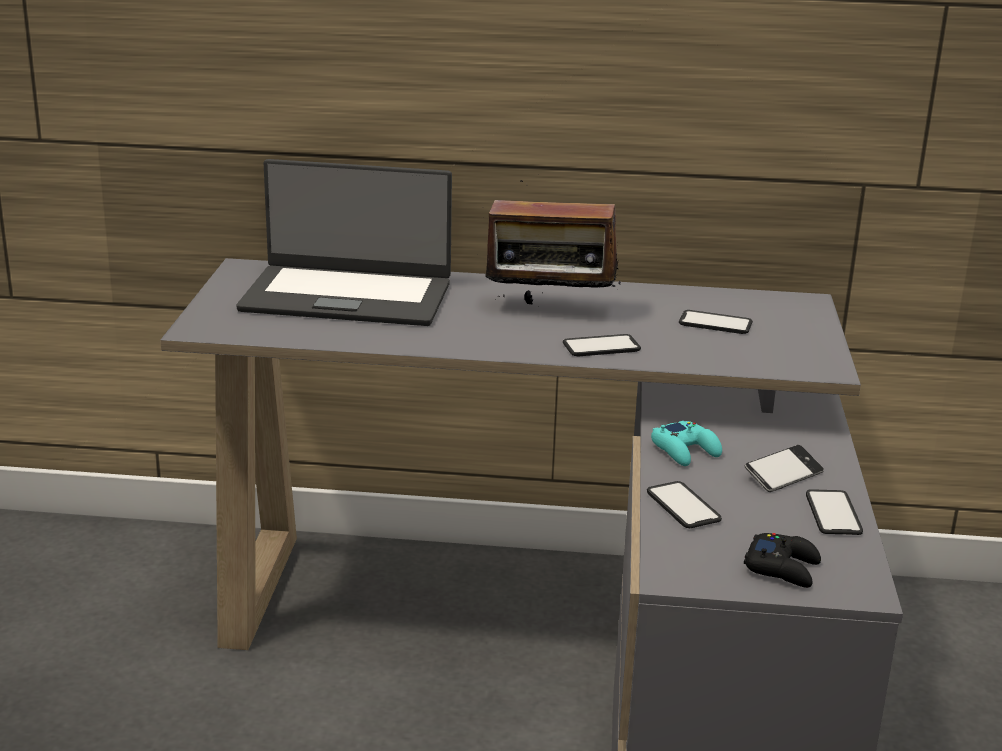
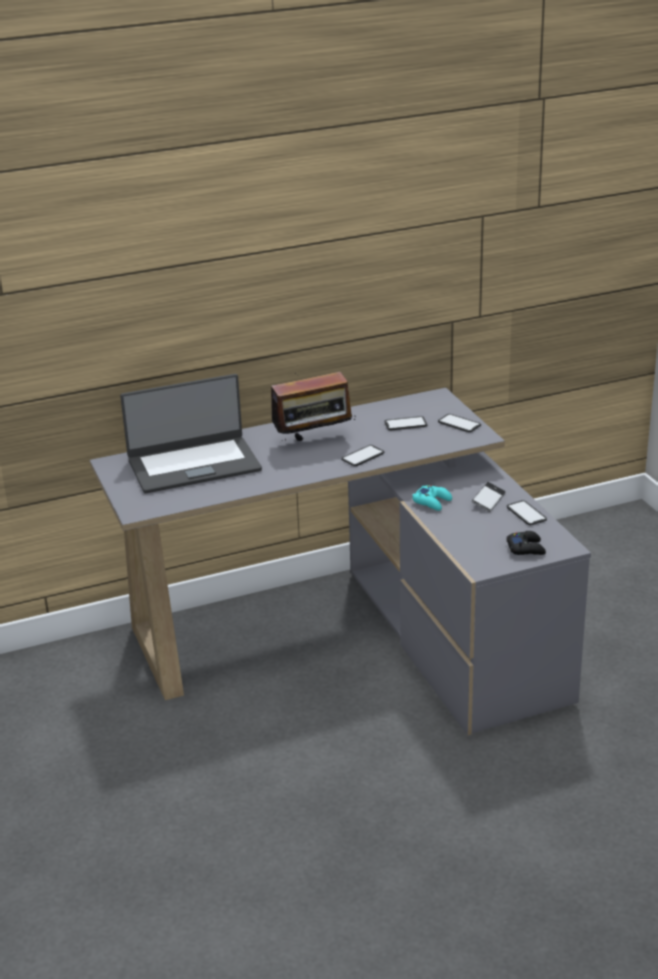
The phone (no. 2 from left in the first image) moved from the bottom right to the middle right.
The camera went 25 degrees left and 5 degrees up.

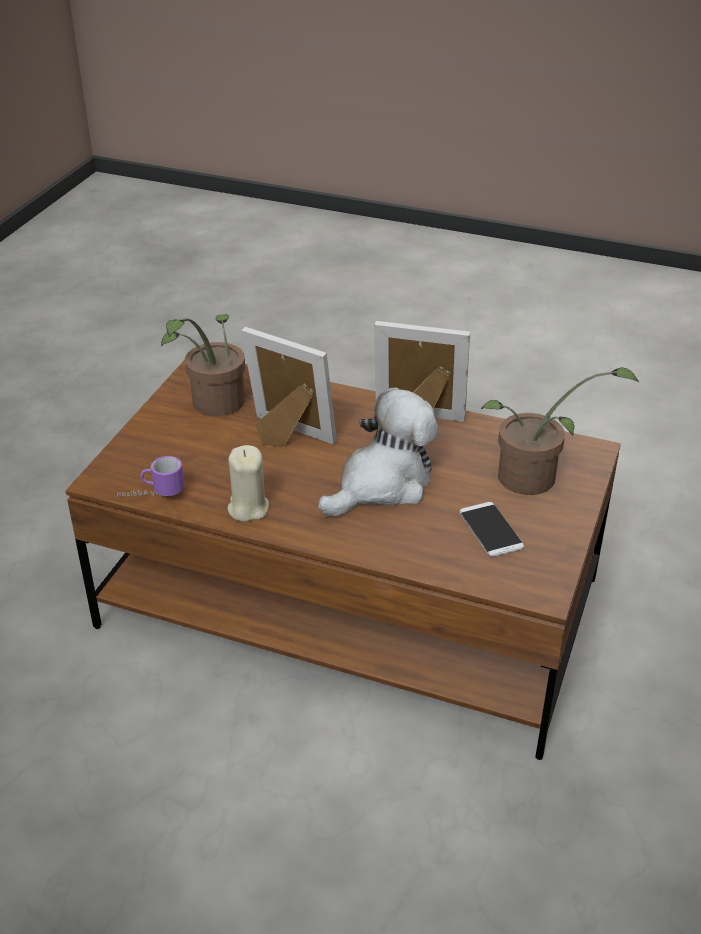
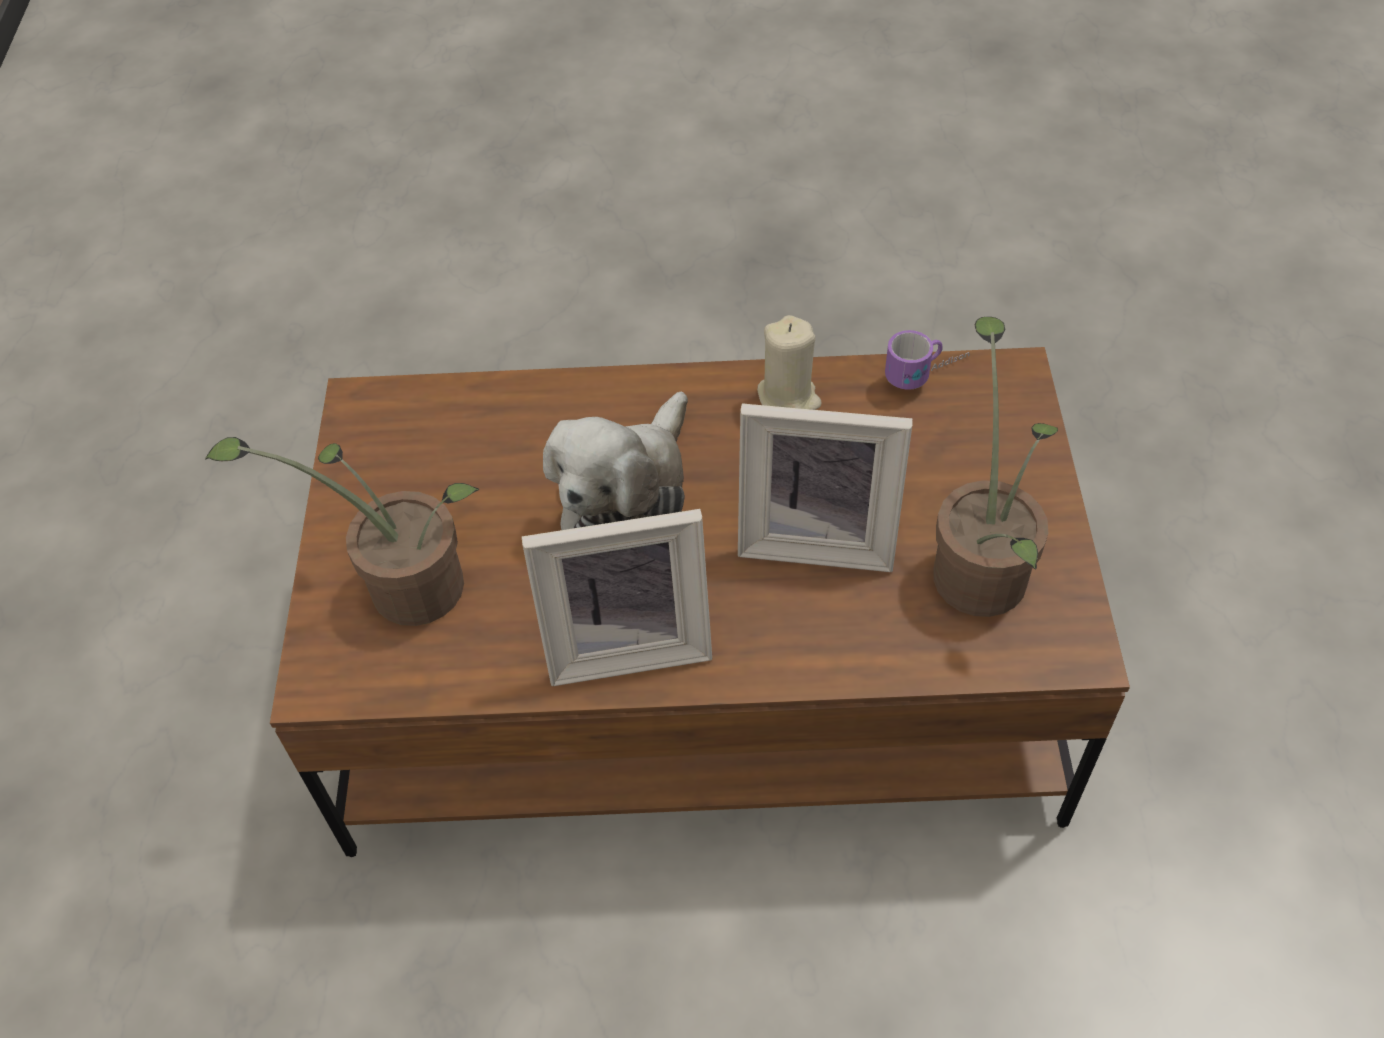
The phone at the middle right disappeared.
The camera went 160 degrees right and 15 degrees up.

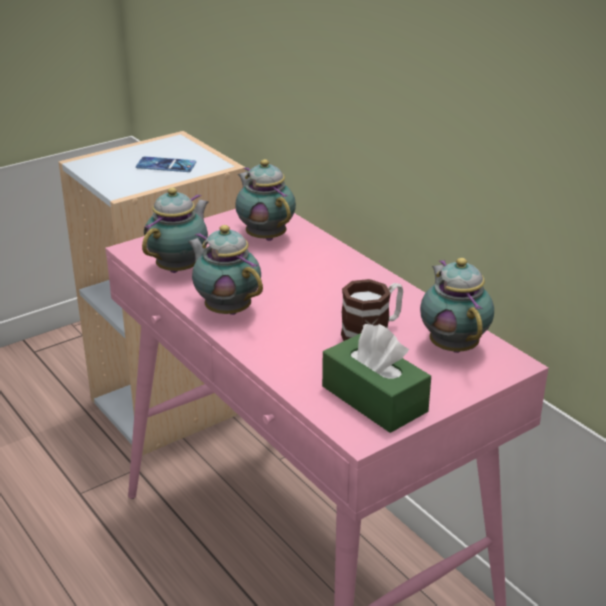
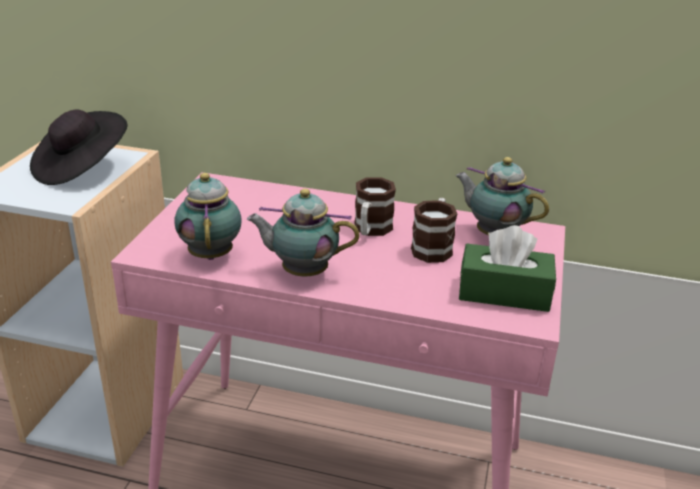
The phone at the top left was replaced by the black hat at the top left.
The mug (no. 1 from left) at the centre appeared.
The teapot (no. 3 from left) at the top centre disappeared.
The camera went 40 degrees left and 0 degrees up.

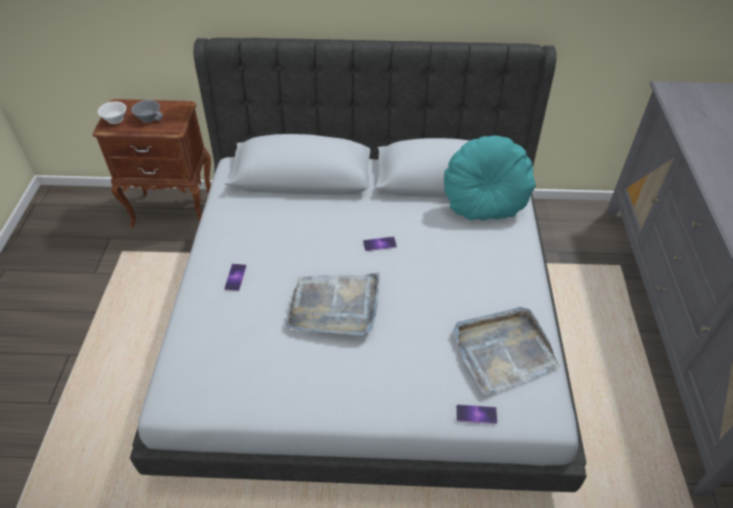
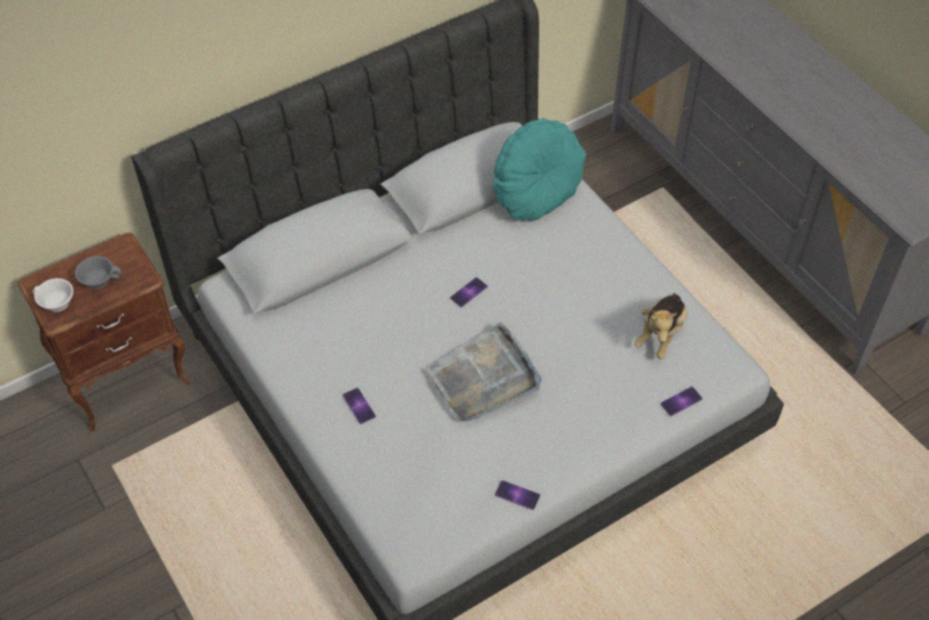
The phone (no. 3 from left) at the bottom centre appeared.
The grey tray (no. 2 from left) at the bottom right was replaced by the plush toy at the middle right.
The camera went 35 degrees left and 5 degrees up.

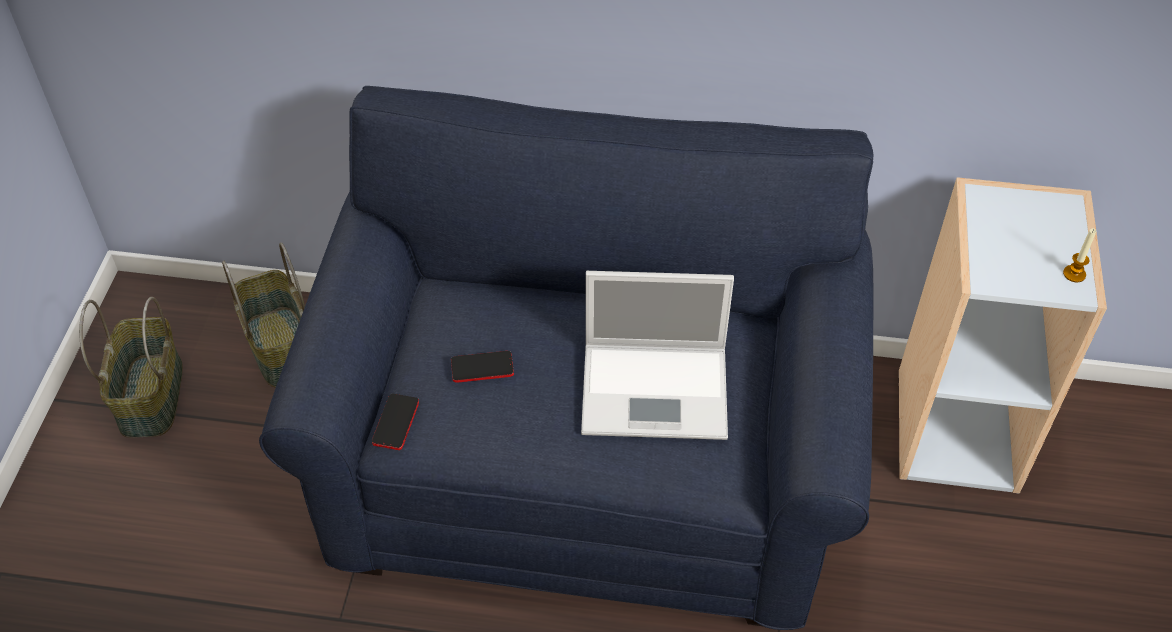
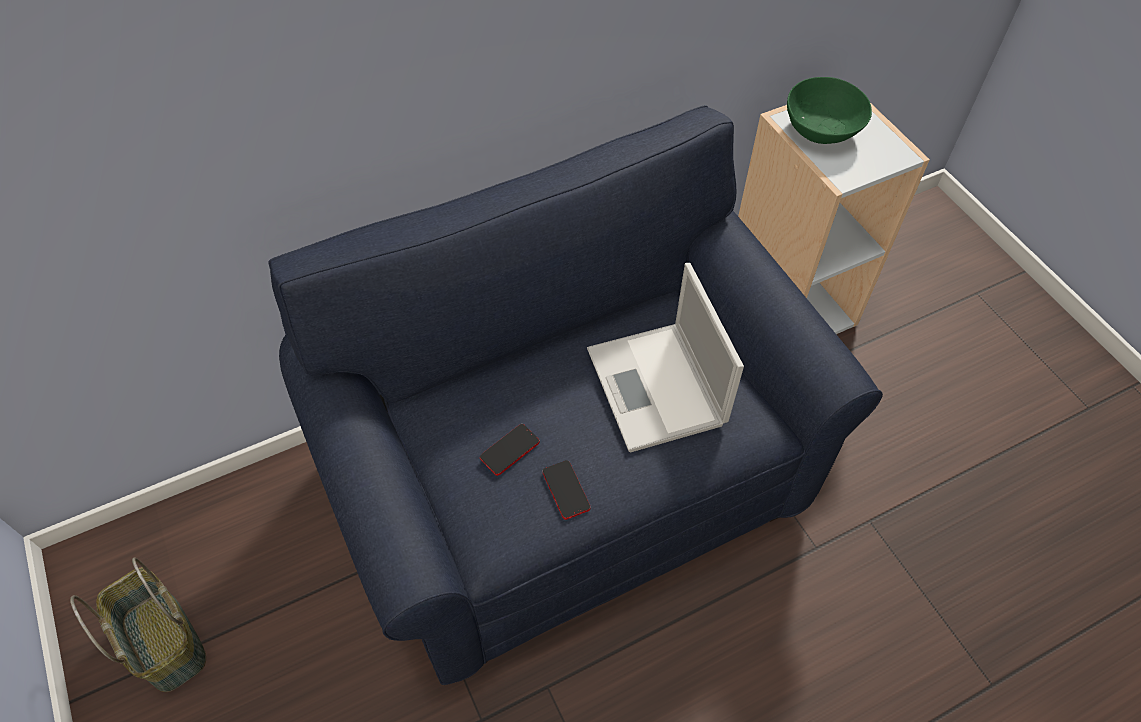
The phone (no. 1 from left in the first image) moved from the centre to the bottom centre.
The laptop at the centre turned 105 degrees clockwise.
The green bowl at the top right appeared.
The basket (no. 2 from left) at the middle left disappeared.
The candle at the middle right disappeared.
The camera went 35 degrees left and 5 degrees up.

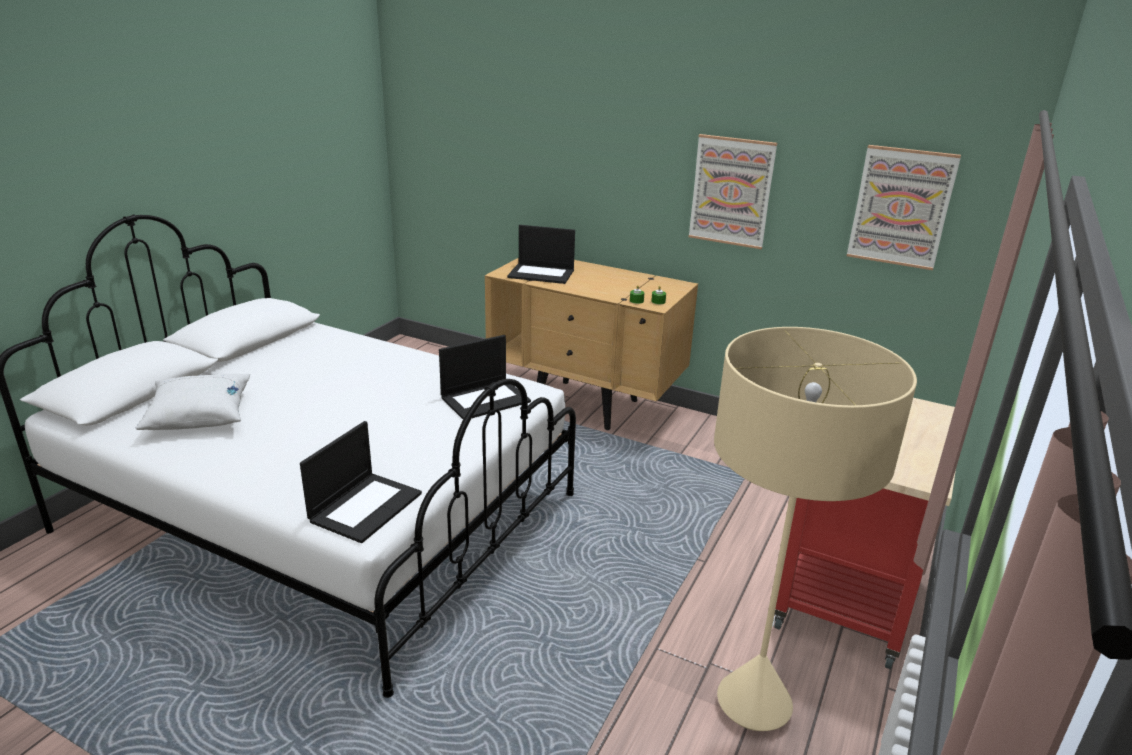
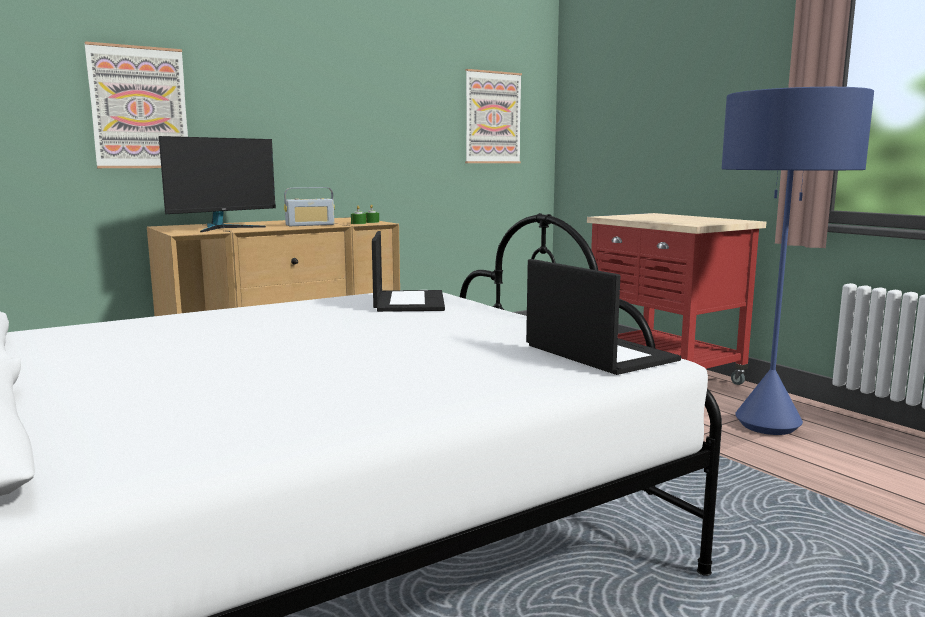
The picture (no. 1 from left) moved from the top centre to the top left.
The laptop (no. 3 from left) at the centre was replaced by the monitor at the top left.
The radio at the centre appeared.
The beige floor lamp at the bottom right became the blue floor lamp at the middle right.
The grey pillow at the middle left disappeared.
The camera went 60 degrees left and 15 degrees down.

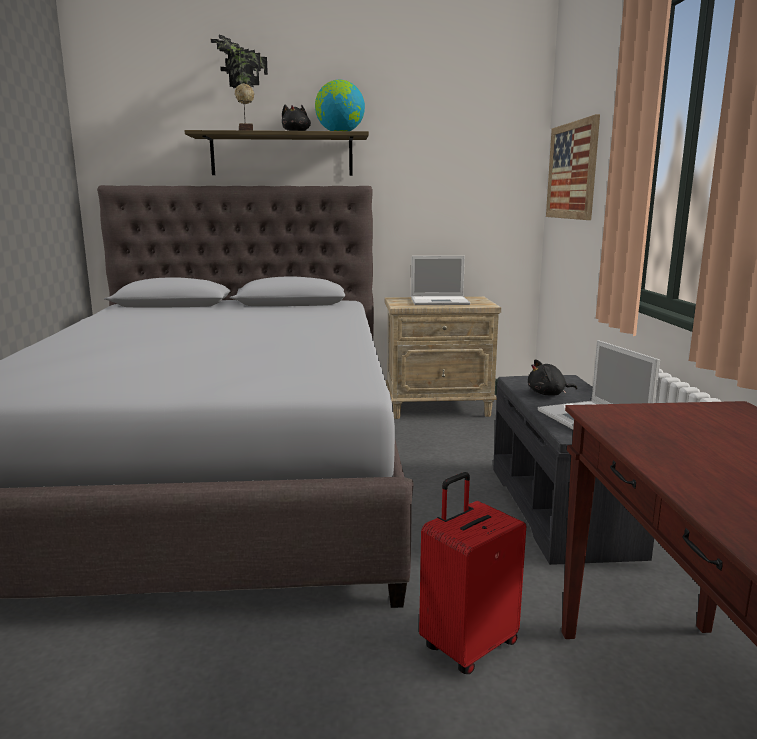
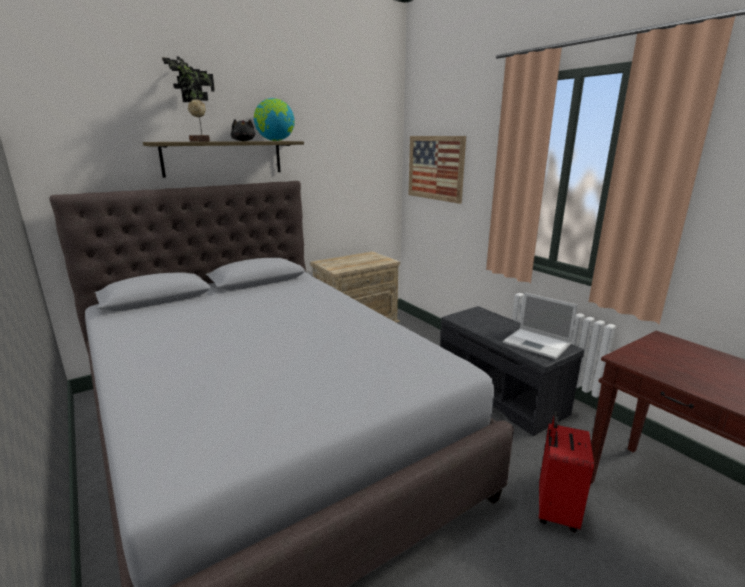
The laptop (no. 1 from left) at the centre disappeared.
The black plush toy (no. 2 from left) at the middle right disappeared.
The camera went 30 degrees left and 5 degrees up.

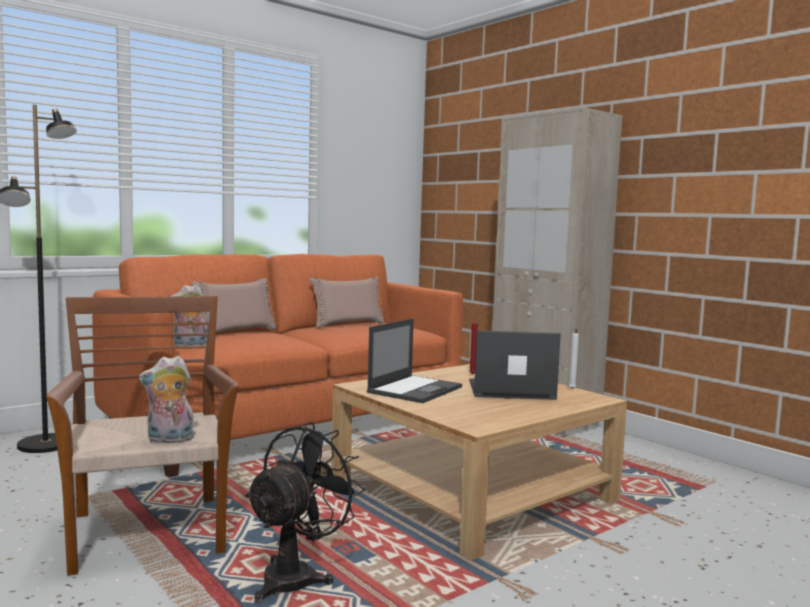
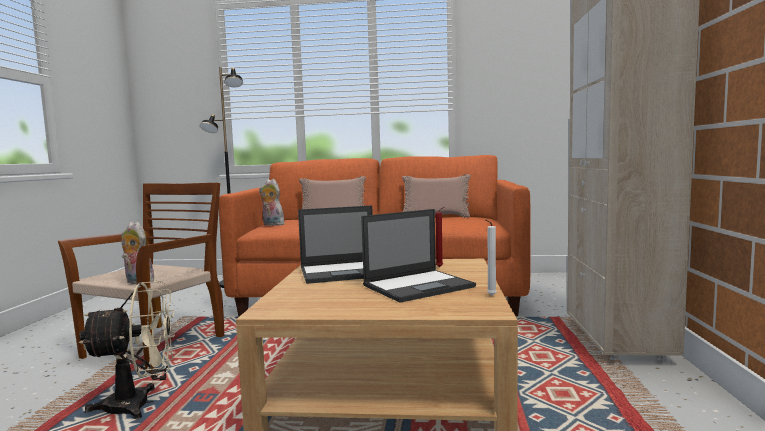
The black fan at the bottom centre became the beige fan at the bottom left.
The laptop (no. 2 from left) at the centre turned 105 degrees clockwise.
The camera went 45 degrees right and 0 degrees up.

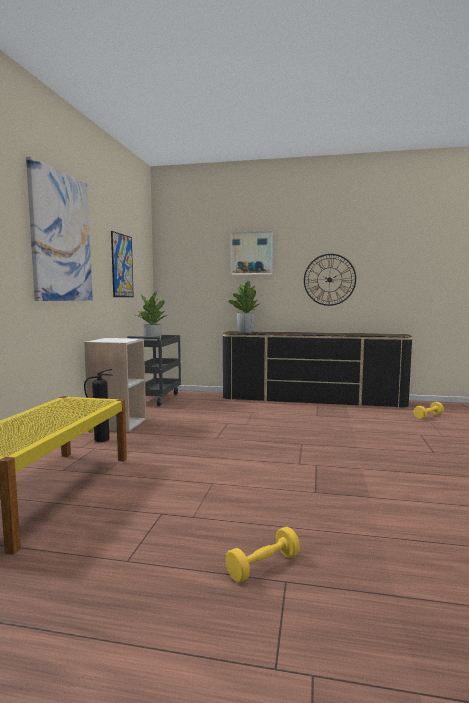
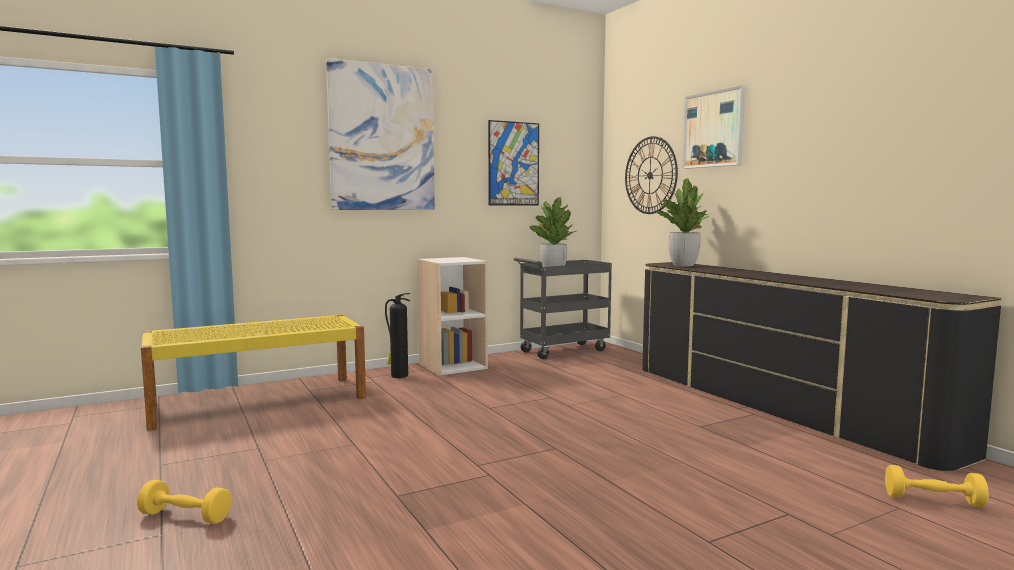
The wall clock moved from the middle right to the top centre.
The camera went 50 degrees right and 0 degrees up.

